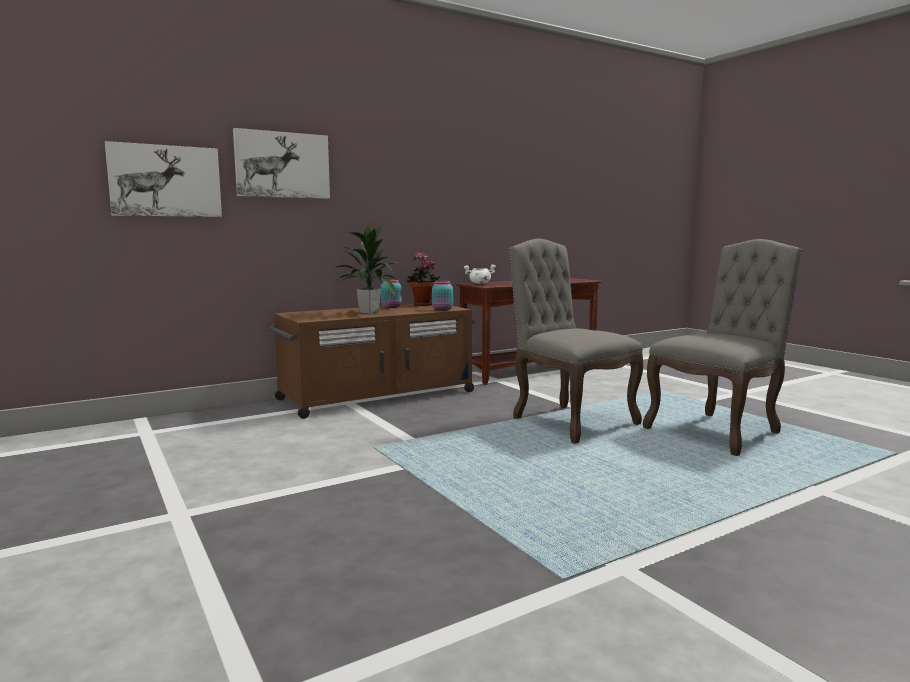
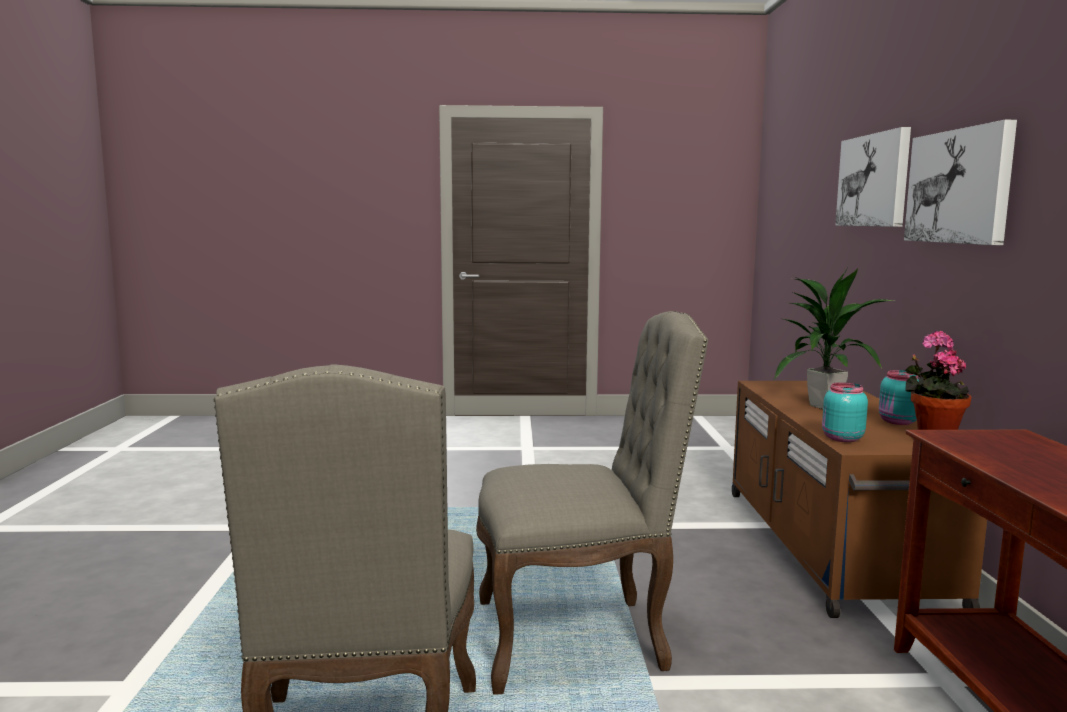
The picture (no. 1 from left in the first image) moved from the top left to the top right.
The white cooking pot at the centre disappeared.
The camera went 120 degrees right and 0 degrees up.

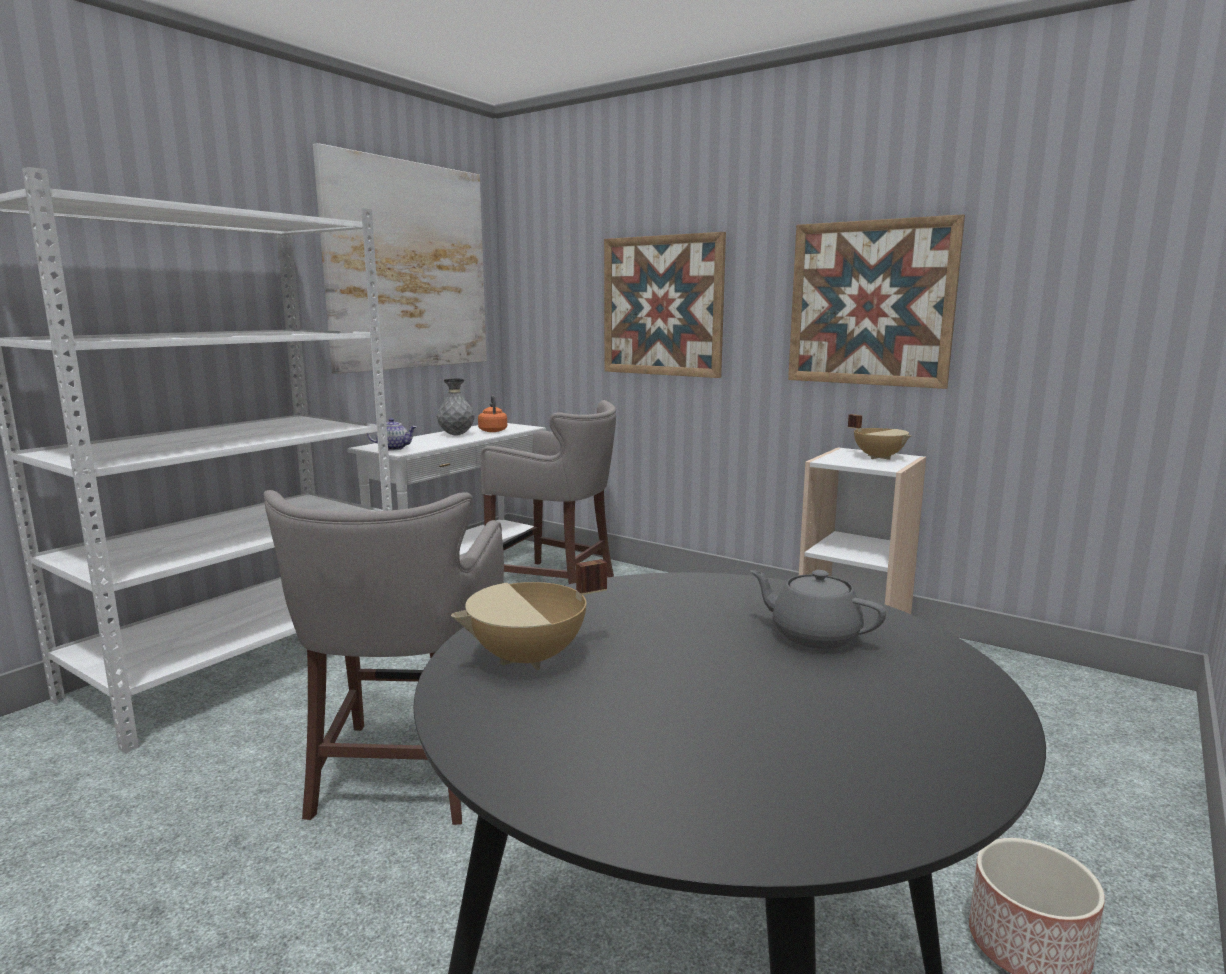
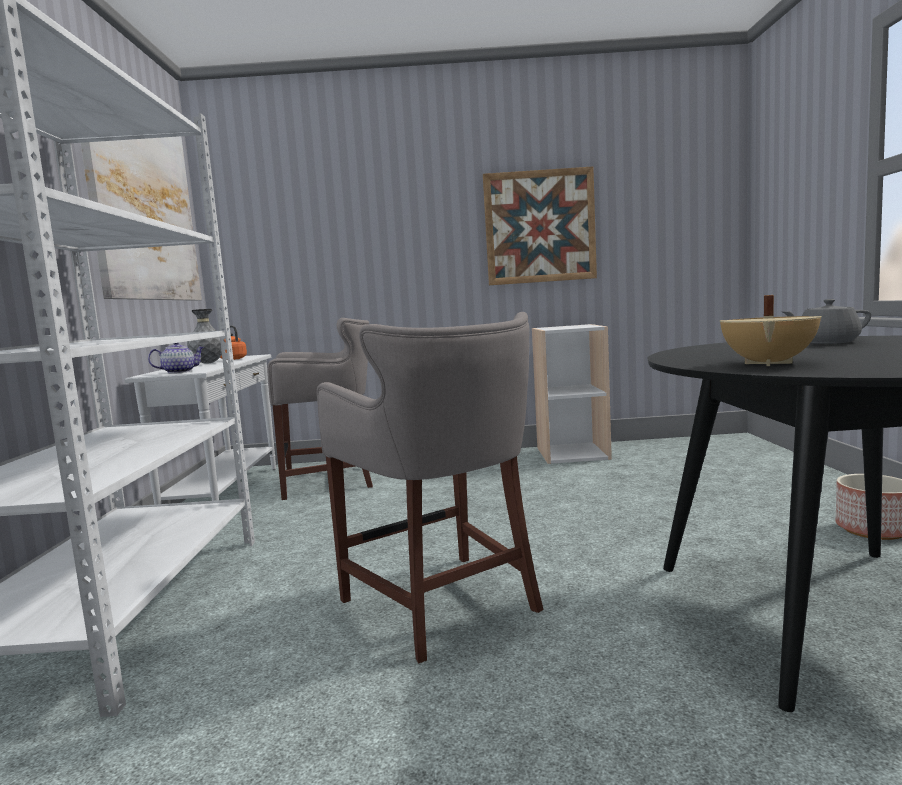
The picture (no. 2 from left) at the top centre disappeared.
The beige cooking pot (no. 2 from left) at the middle right disappeared.
The camera went 35 degrees left and 5 degrees down.

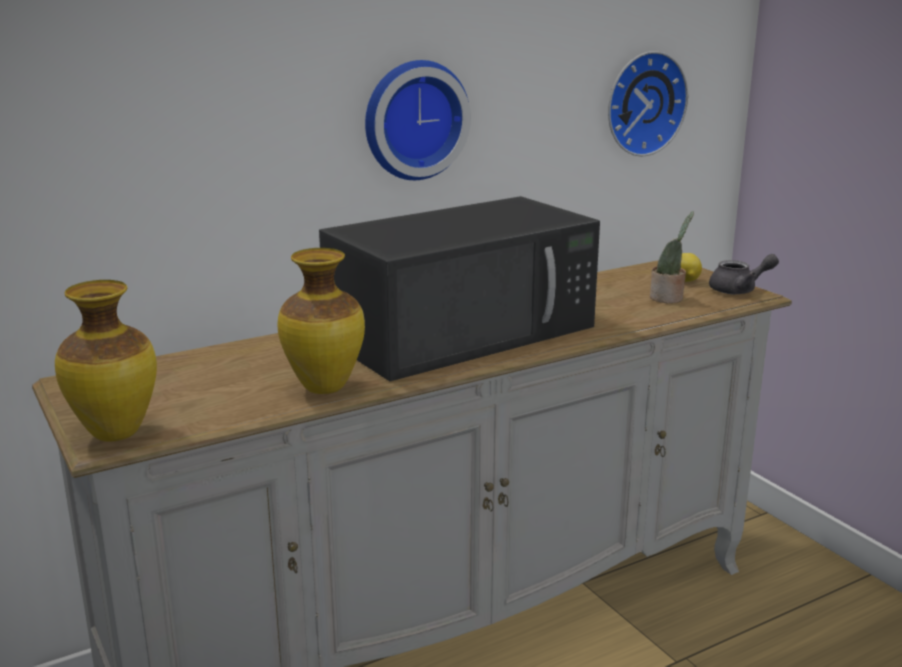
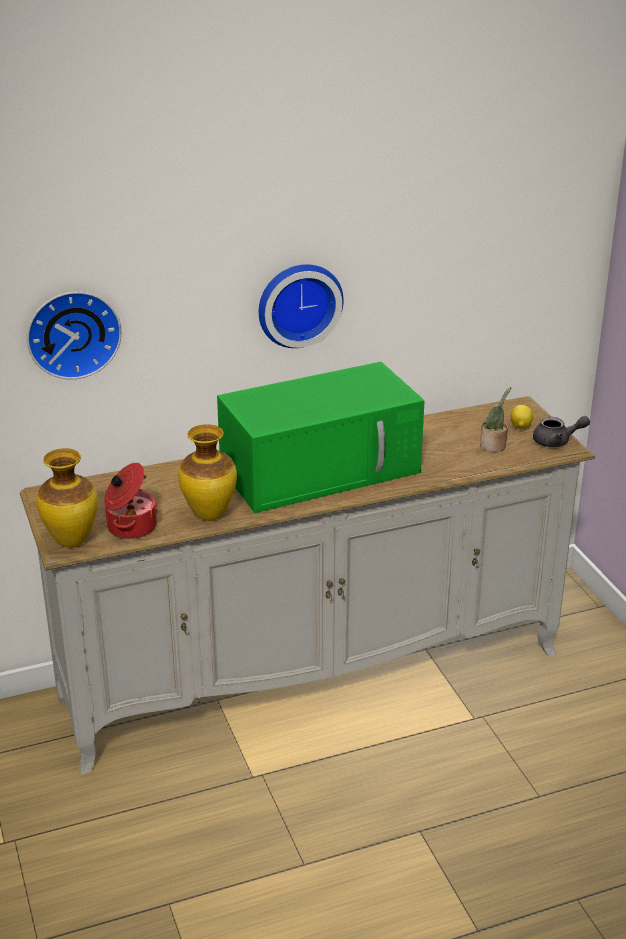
The wall clock (no. 2 from left in the first image) moved from the top right to the middle left.
The cooking pot at the middle left appeared.
The black microwave at the centre became the green microwave at the centre.
The camera went 10 degrees right and 10 degrees up.

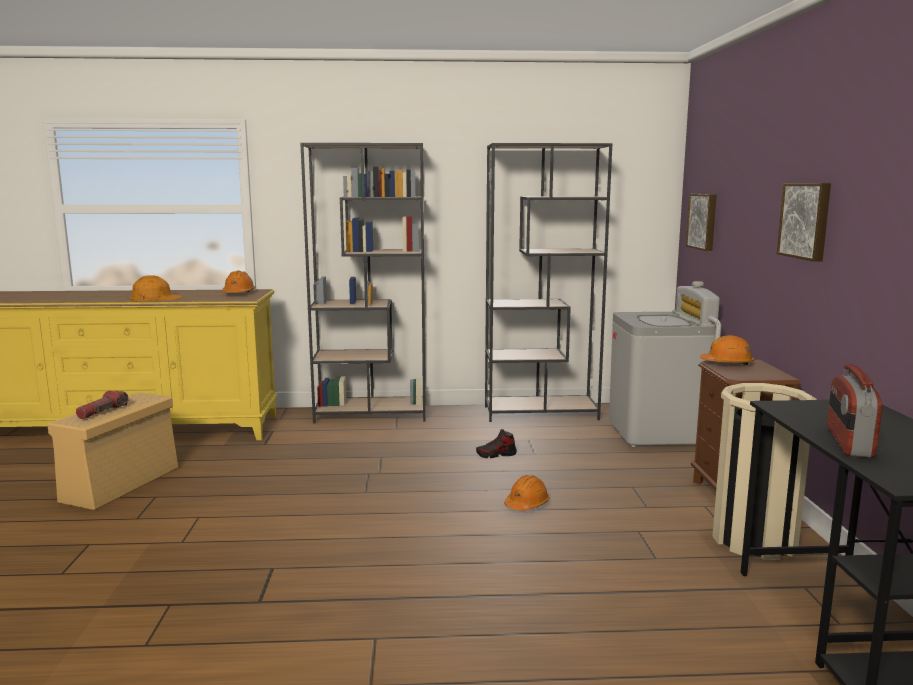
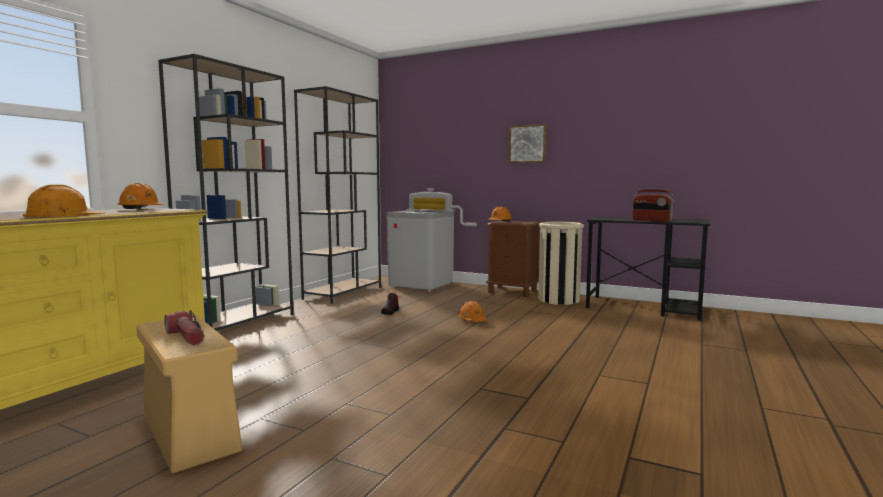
The picture (no. 1 from left) at the top right disappeared.
The camera went 60 degrees left and 5 degrees down.

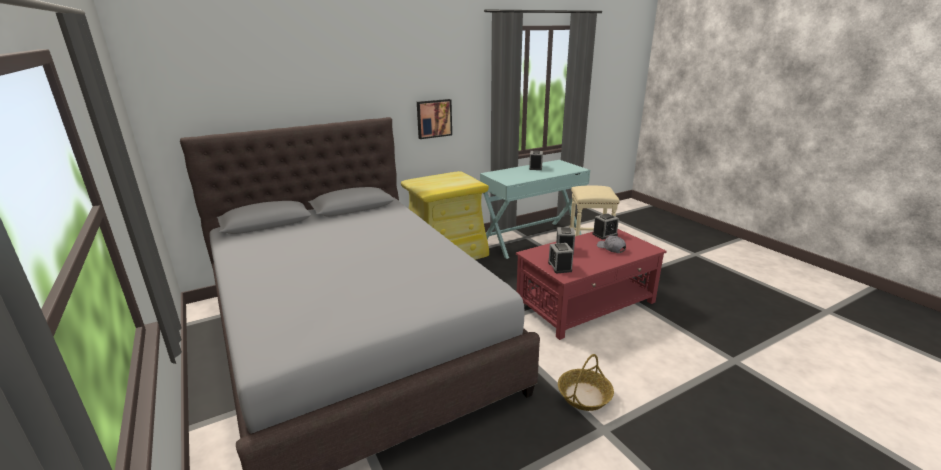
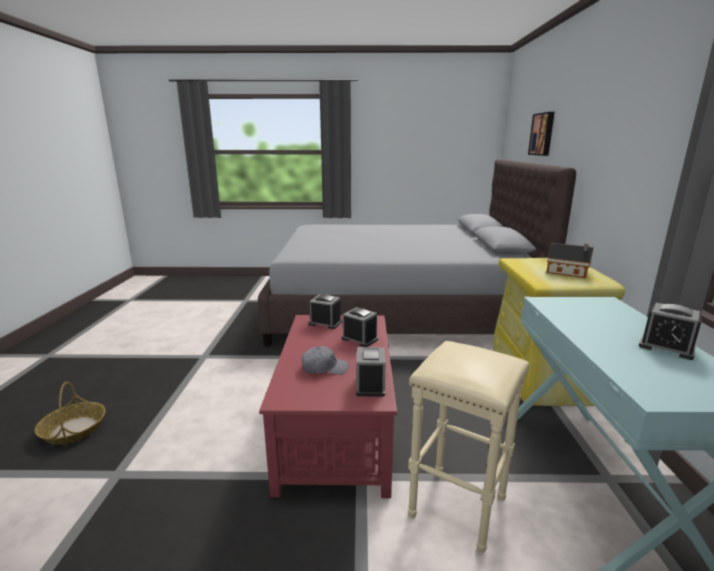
The basket moved from the bottom centre to the bottom left.
The picture moved from the top centre to the top right.
The toy house at the middle right appeared.
The camera went 120 degrees right and 5 degrees down.

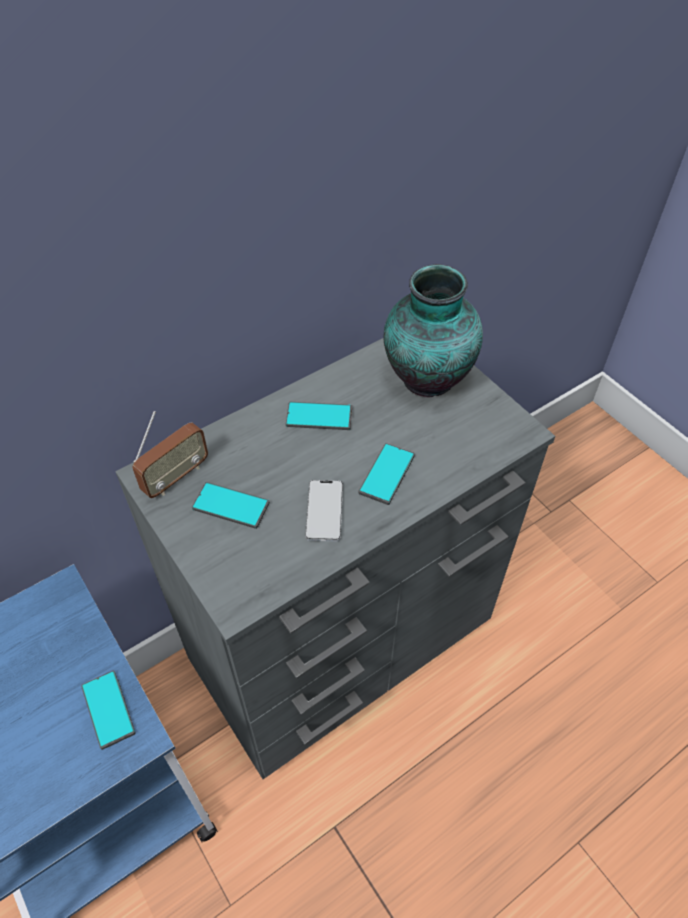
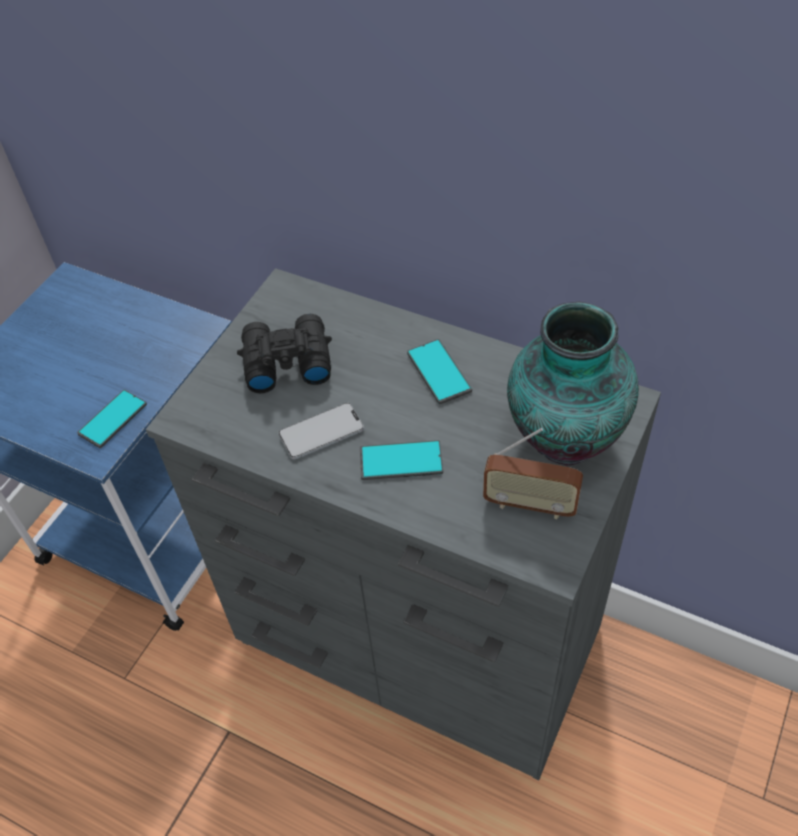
The phone (no. 2 from left) at the centre was replaced by the black binoculars at the centre.
The radio moved from the middle left to the middle right.
The camera went 65 degrees right and 0 degrees up.

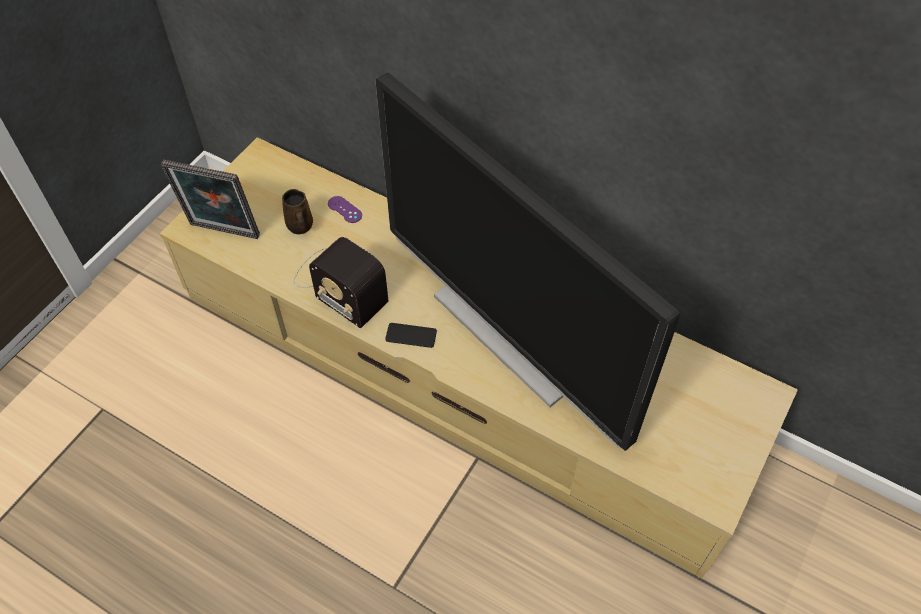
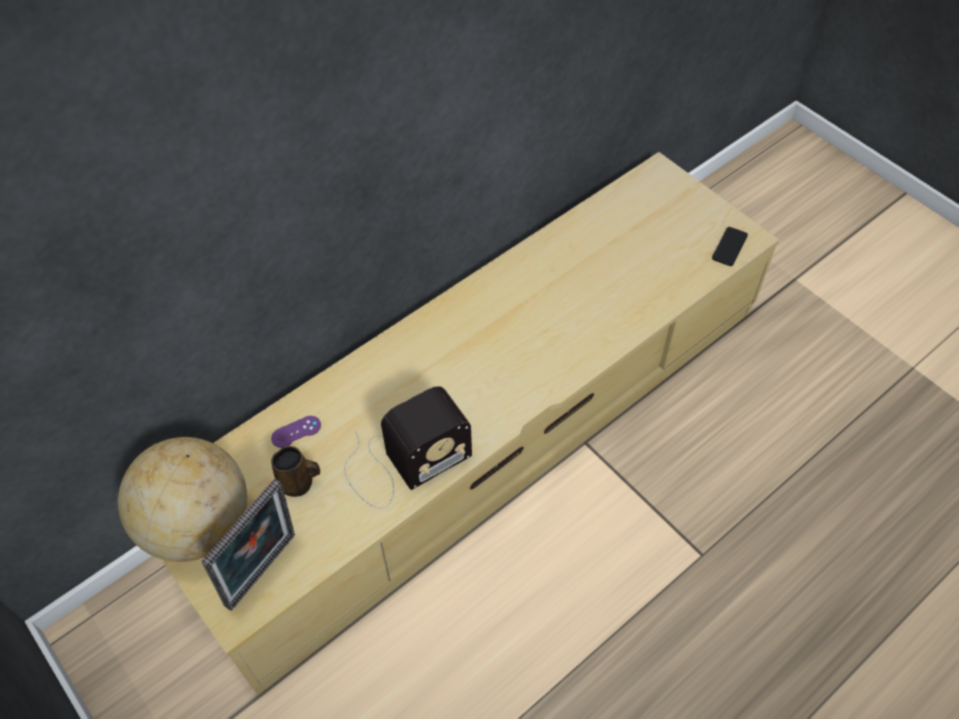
The globe at the bottom left appeared.
The phone moved from the centre to the middle right.
The television at the centre disappeared.
The camera went 70 degrees left and 0 degrees up.

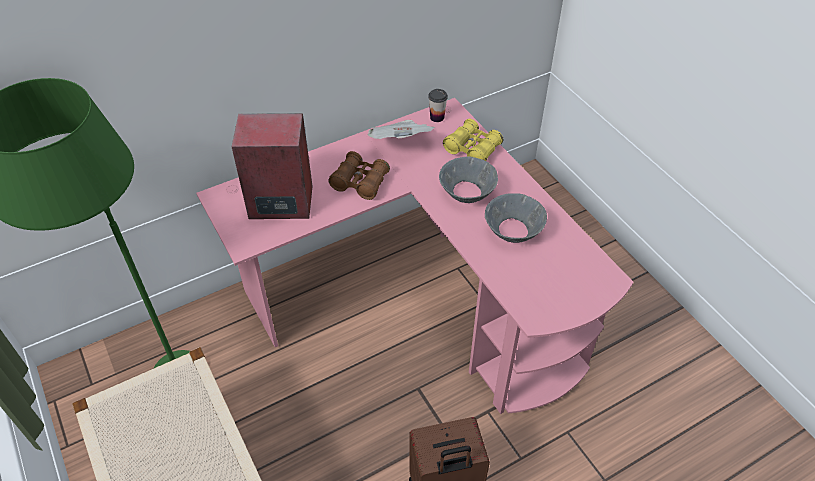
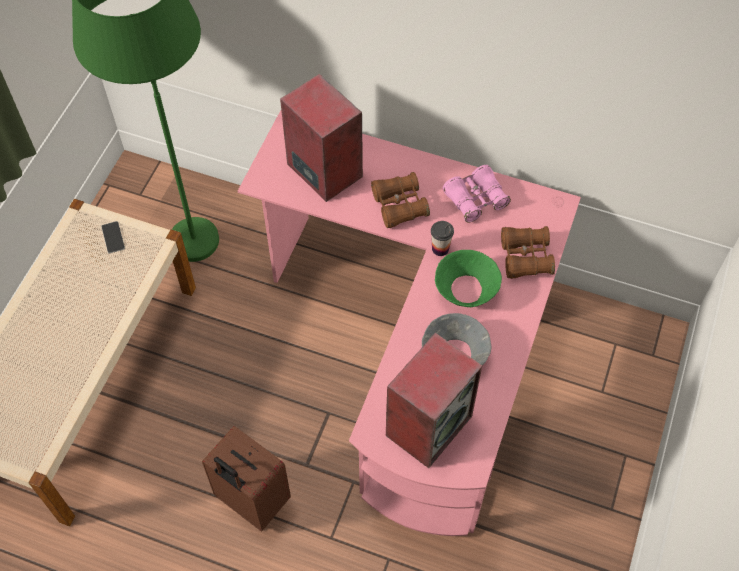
The phone at the middle left appeared.
The speaker (no. 2 from left) at the bottom centre appeared.
The cup moved from the top centre to the centre.
The grey bowl (no. 1 from left) at the centre became the green bowl at the centre.
The newspaper at the top centre was replaced by the pink binoculars at the centre.
The yellow binoculars at the top centre became the brown binoculars (no. 2 from left) at the middle right.
The camera went 50 degrees right and 10 degrees up.

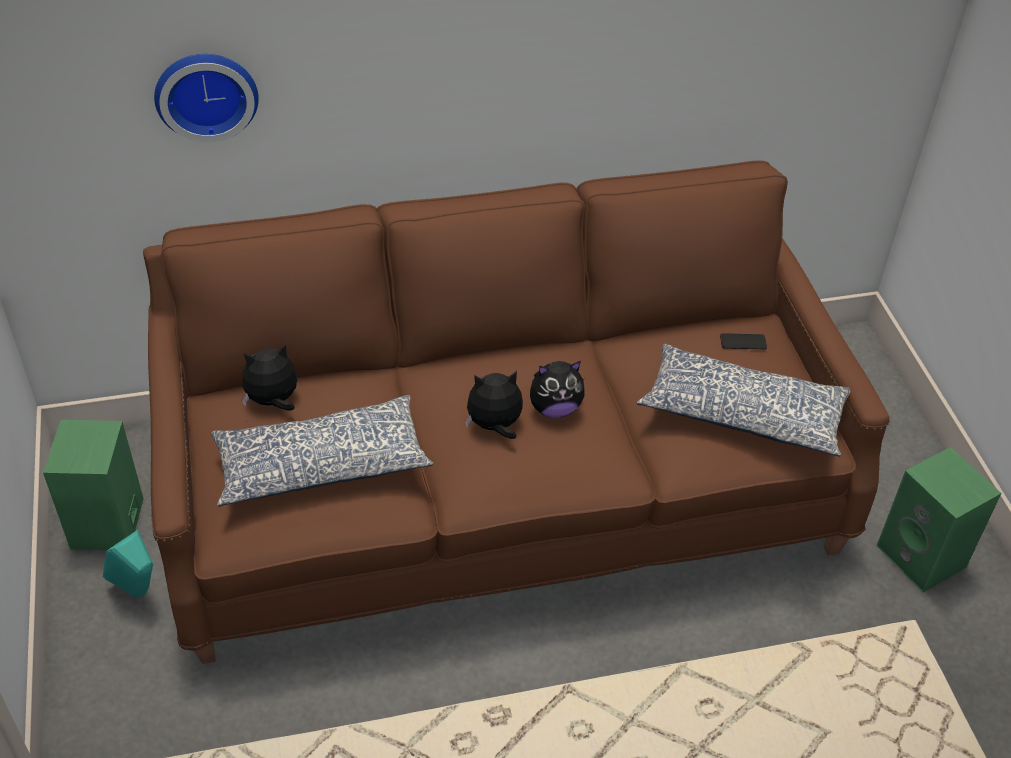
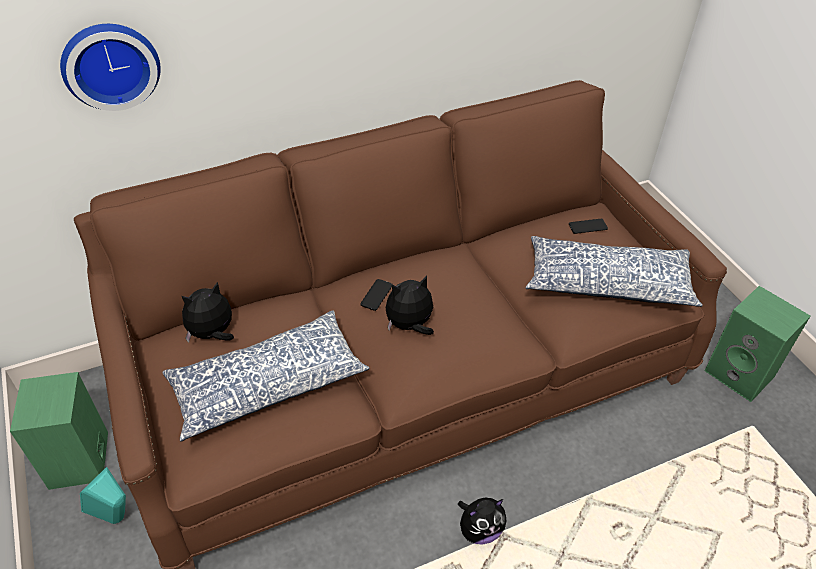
The phone (no. 1 from left) at the centre appeared.
The plush toy (no. 3 from left) moved from the centre to the bottom centre.
The camera went 10 degrees left and 0 degrees up.

